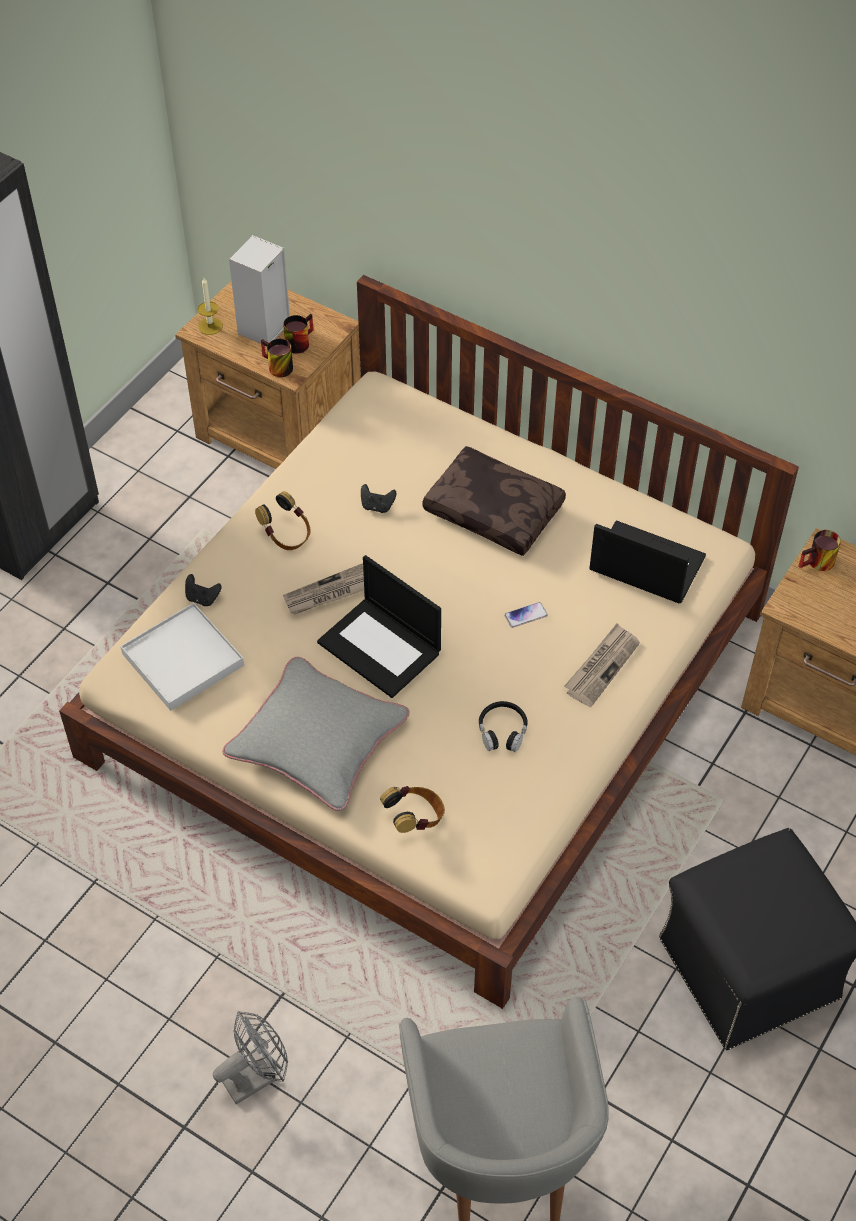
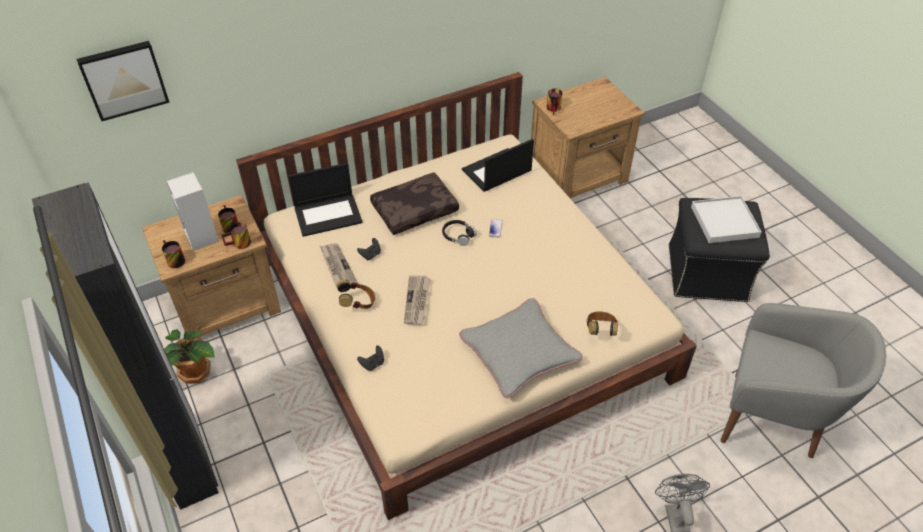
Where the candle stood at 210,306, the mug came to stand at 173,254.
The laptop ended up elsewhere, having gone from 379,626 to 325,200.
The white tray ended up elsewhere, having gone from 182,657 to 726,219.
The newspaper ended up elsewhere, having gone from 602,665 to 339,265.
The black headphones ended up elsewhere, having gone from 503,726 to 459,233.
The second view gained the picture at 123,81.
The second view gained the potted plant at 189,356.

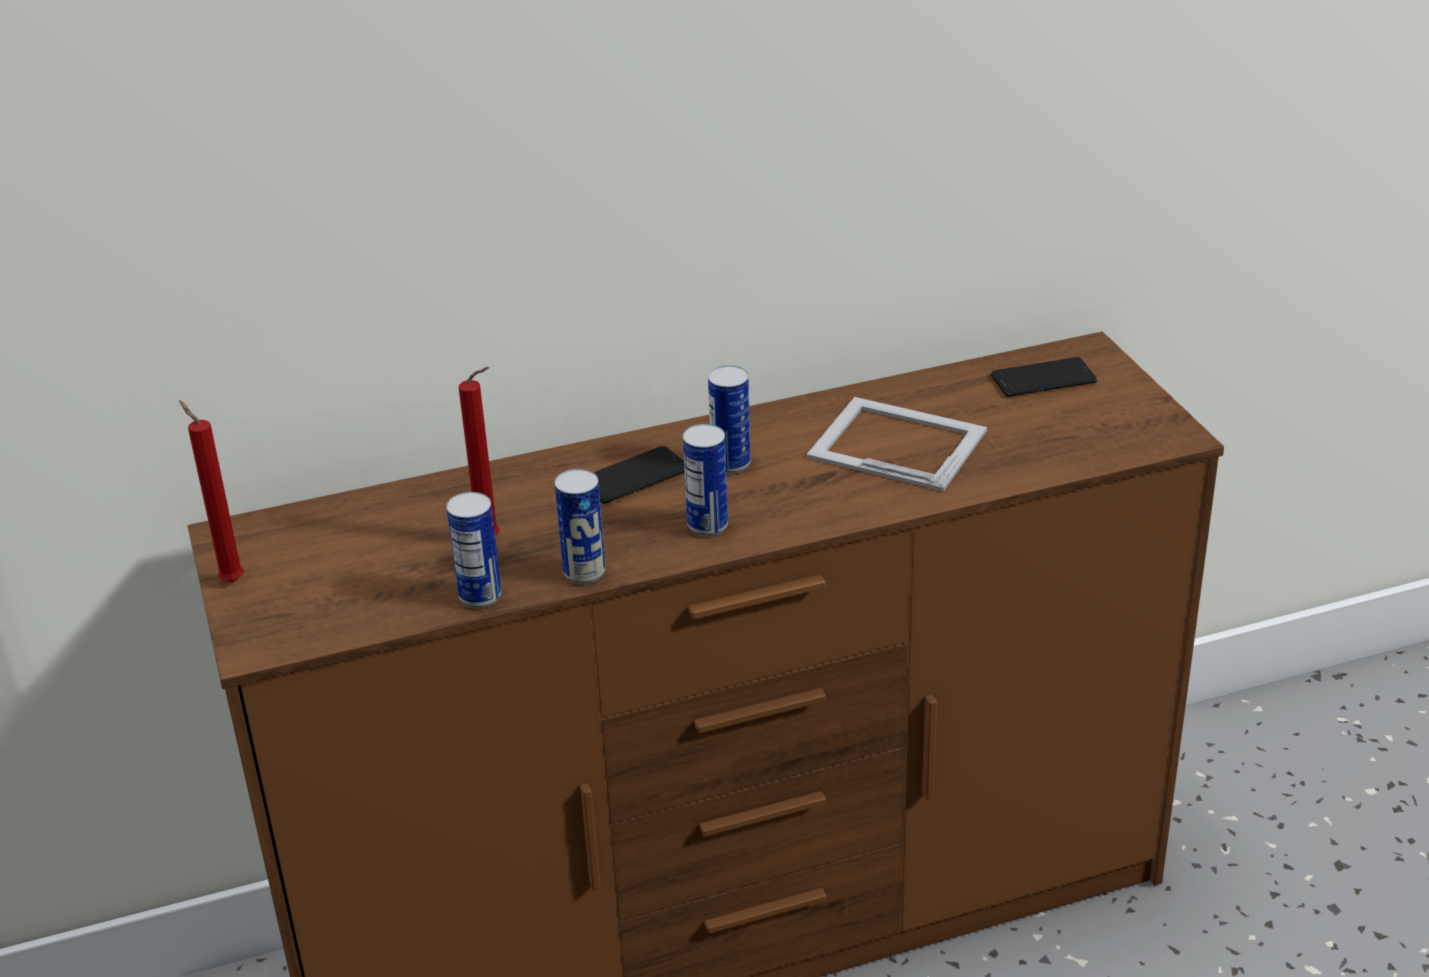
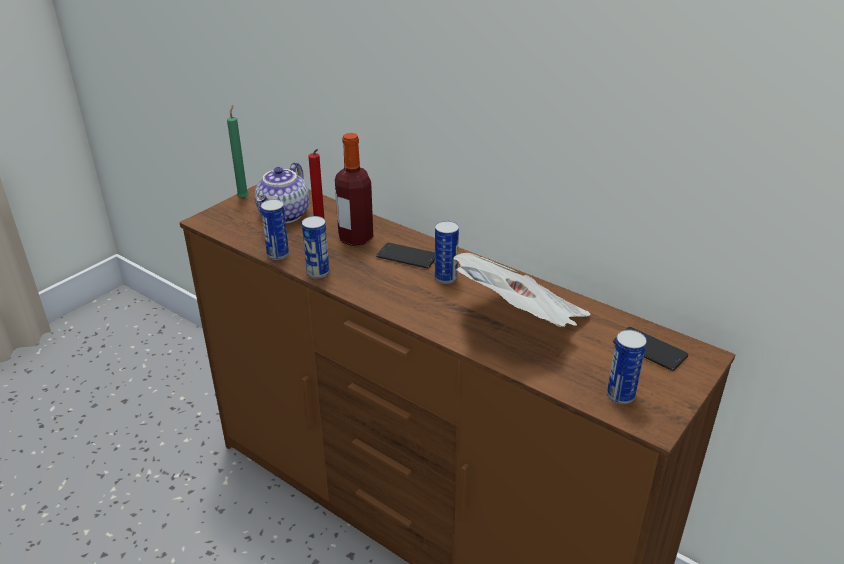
Where the picture frame stood at 896,444, the newspaper came to stand at 522,290.
What was the red candle at 211,491 turned into the green candle at 238,152.
The can ended up elsewhere, having gone from 705,480 to 627,367.
The second view gained the bottle at 354,189.
The second view gained the teapot at 282,192.

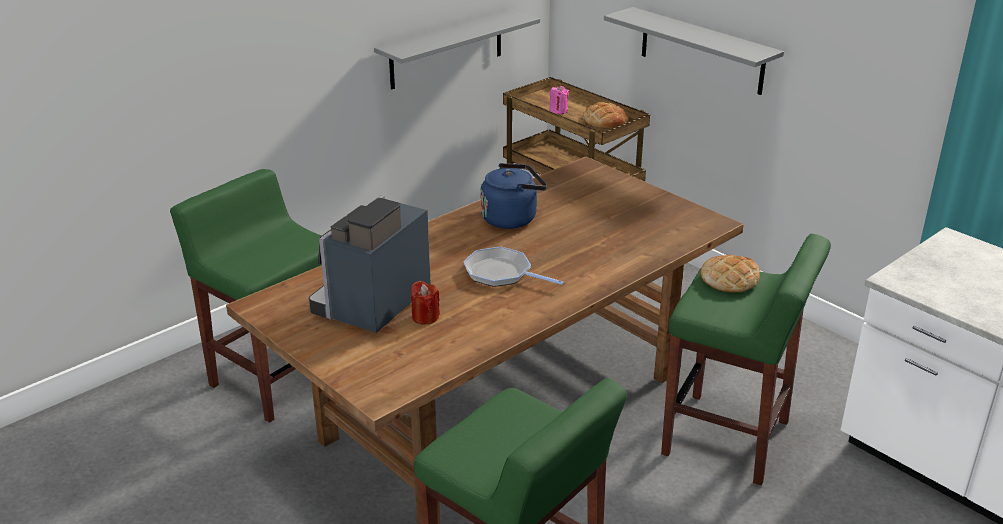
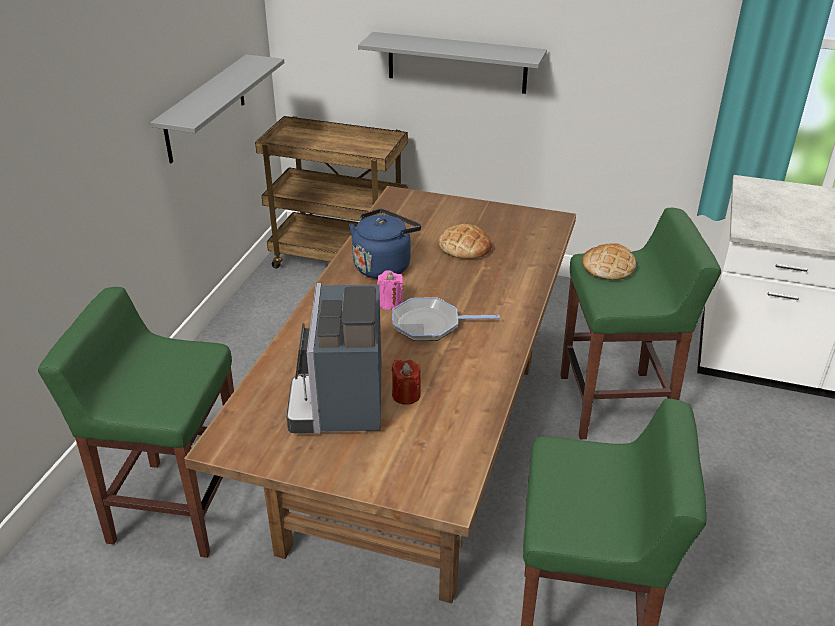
The pink candle ended up elsewhere, having gone from 559,100 to 390,290.
The bread ended up elsewhere, having gone from 605,115 to 465,241.

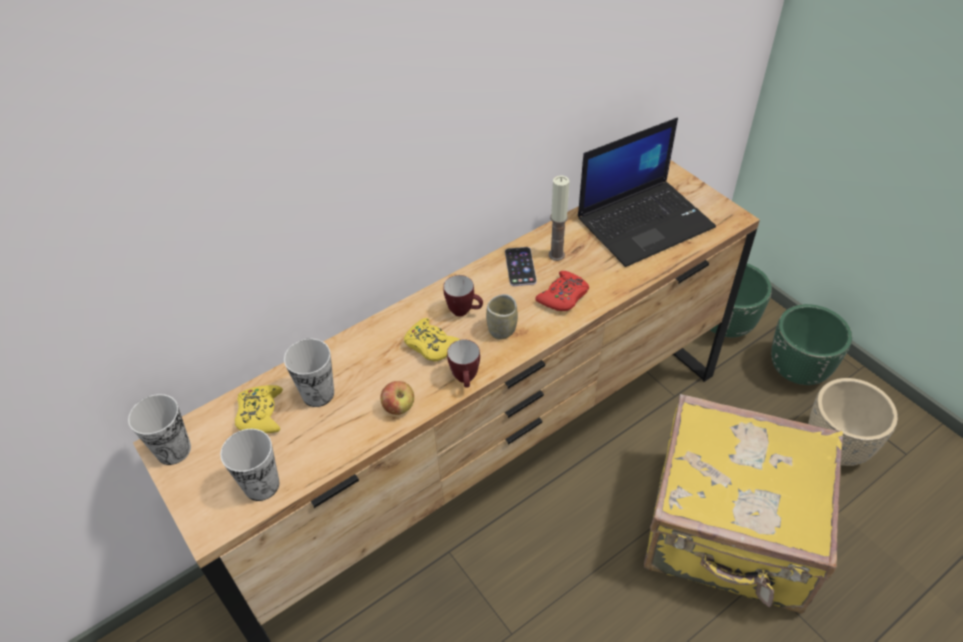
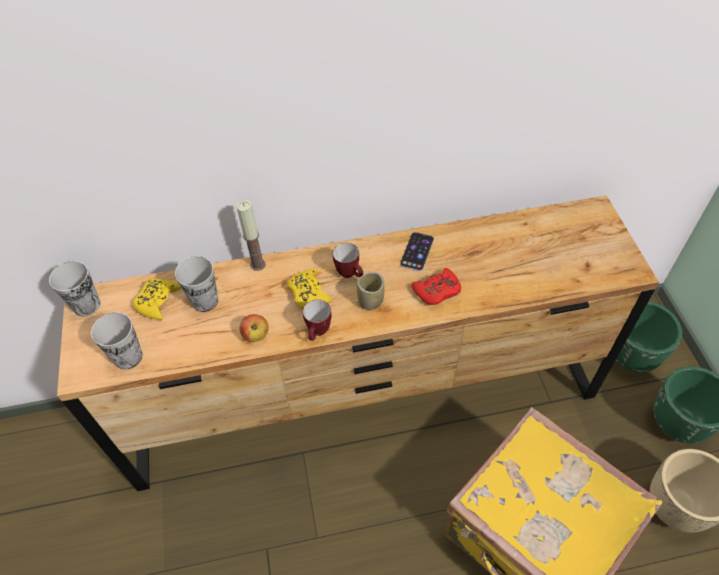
The second view lost the laptop at 647,192.
The candle ended up elsewhere, having gone from 559,218 to 250,235.

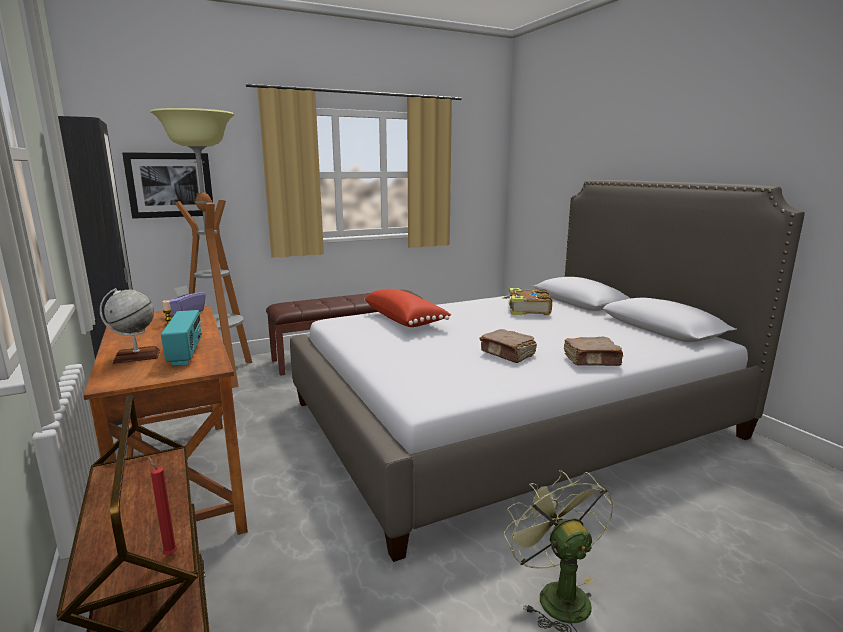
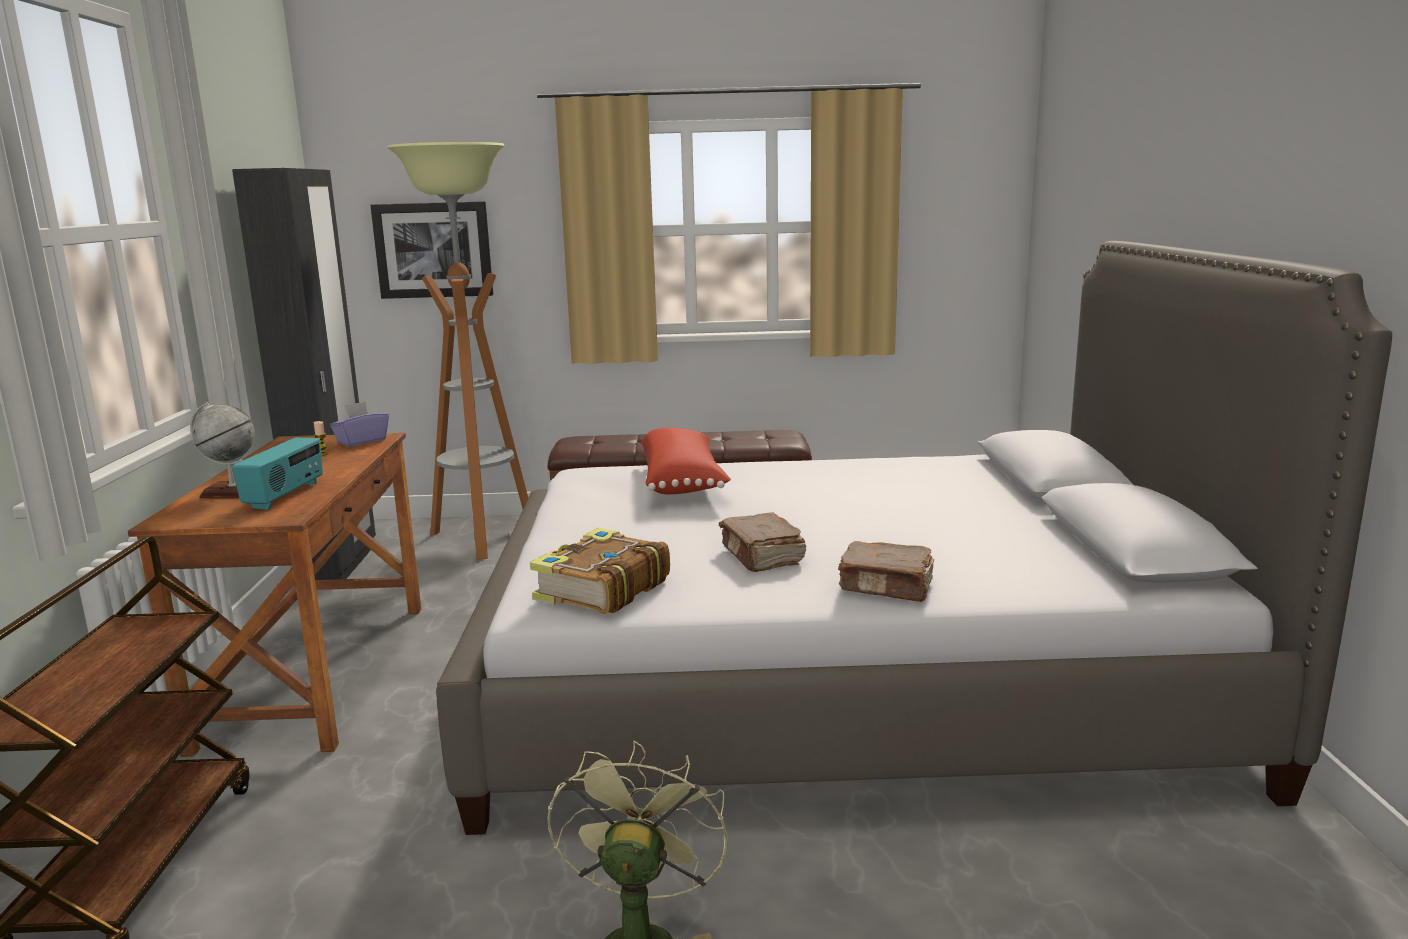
The book ended up elsewhere, having gone from 527,301 to 600,571.
The second view lost the red candle at 162,506.

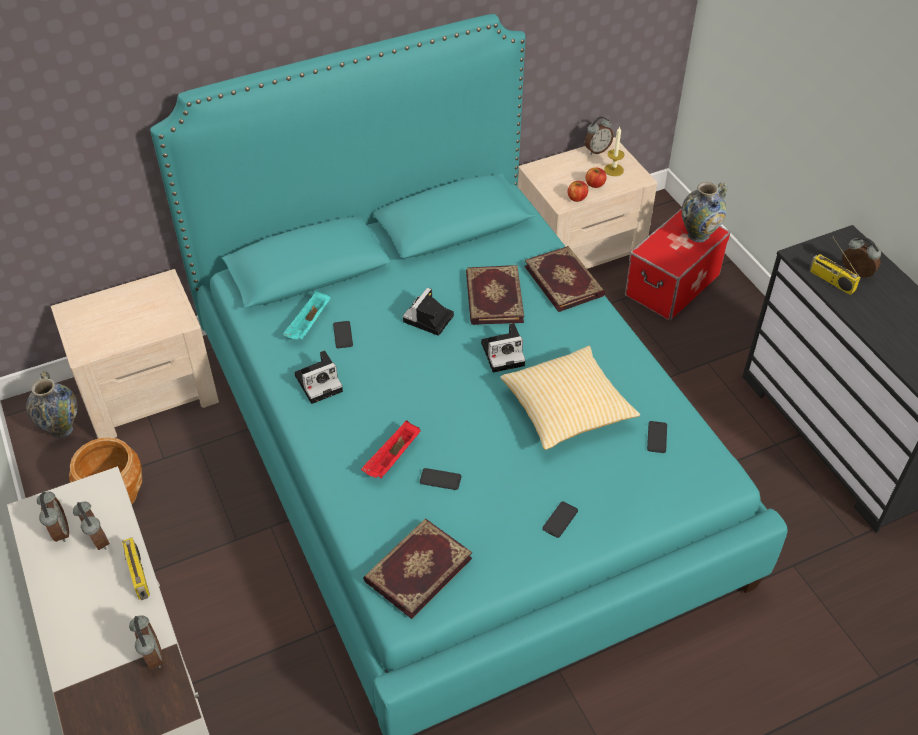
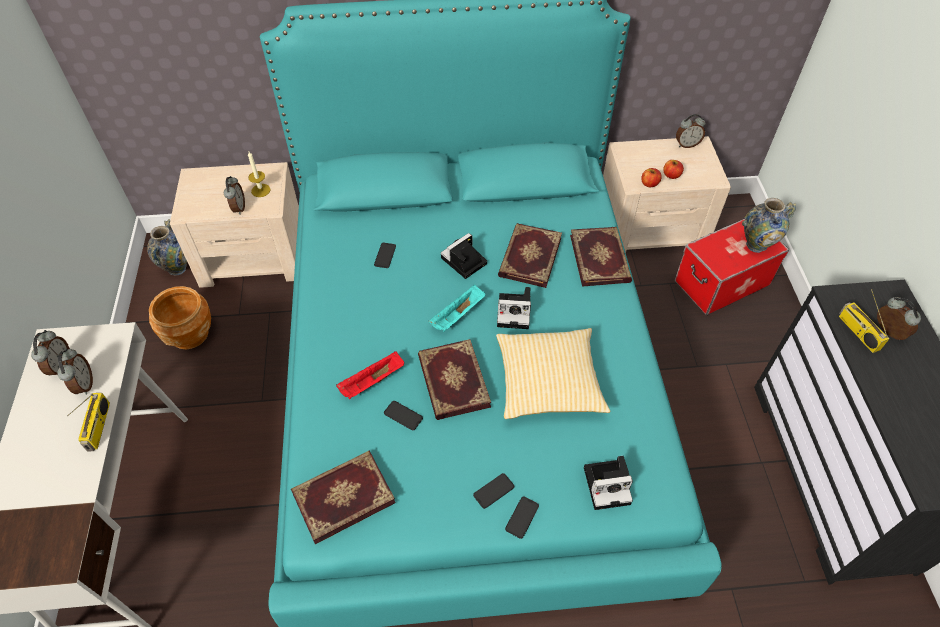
The candle ended up elsewhere, having gone from 614,151 to 259,174.
The turquoise tray ended up elsewhere, having gone from 307,315 to 456,308.
The photo camera ended up elsewhere, having gone from 318,377 to 608,483.
The phone ended up elsewhere, having gone from 657,437 to 522,518.
The alarm clock ended up elsewhere, having gone from 146,642 to 234,195.
The second view gained the book at 454,379.

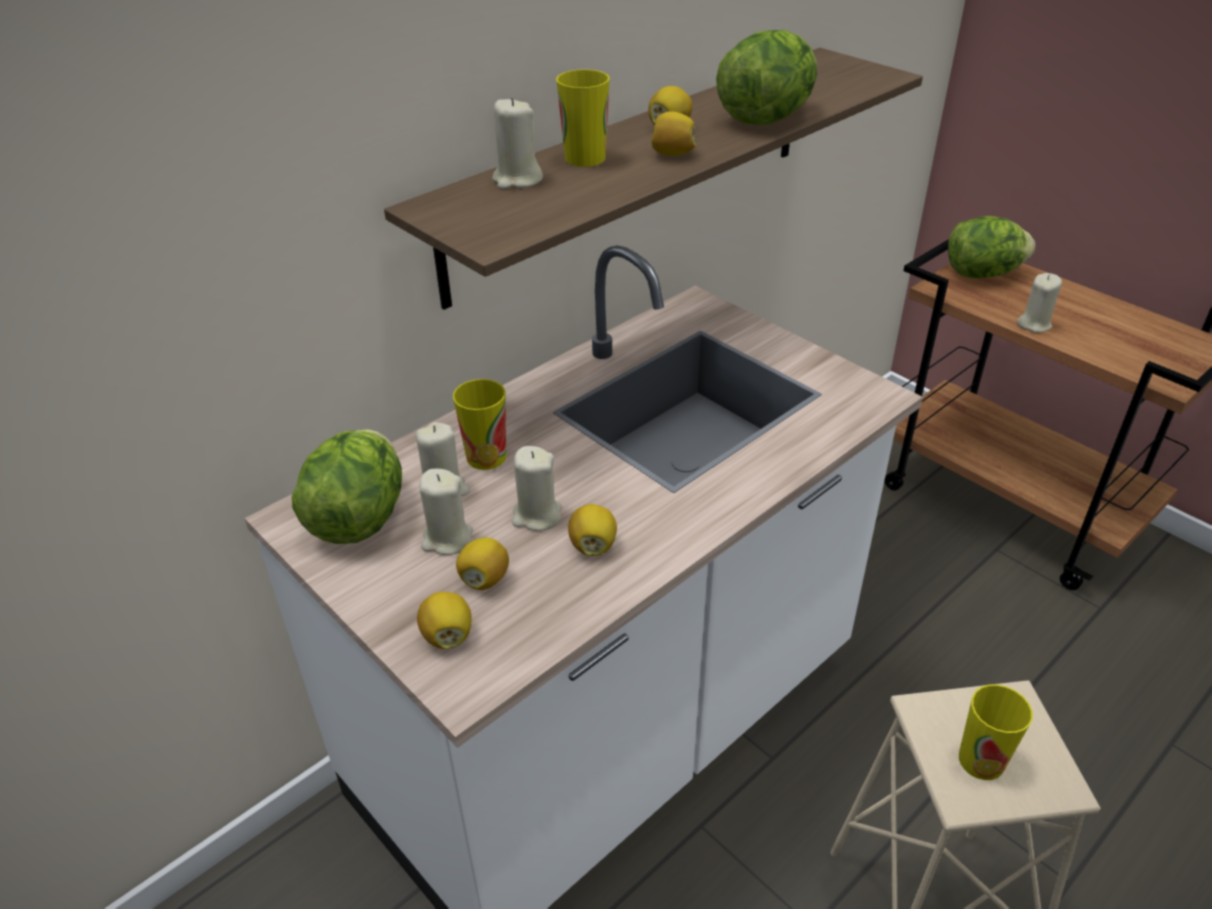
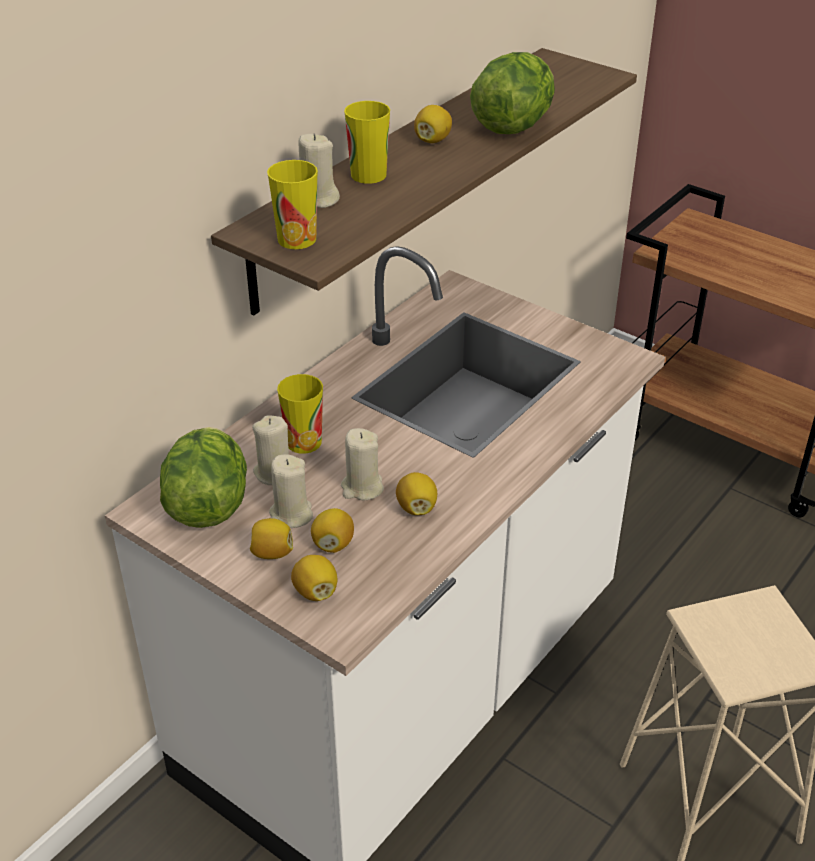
The lemon ended up elsewhere, having gone from 674,133 to 271,538.
The second view lost the lettuce at 991,247.
The second view lost the beige candle at 1039,303.
The cup ended up elsewhere, having gone from 996,732 to 292,204.

